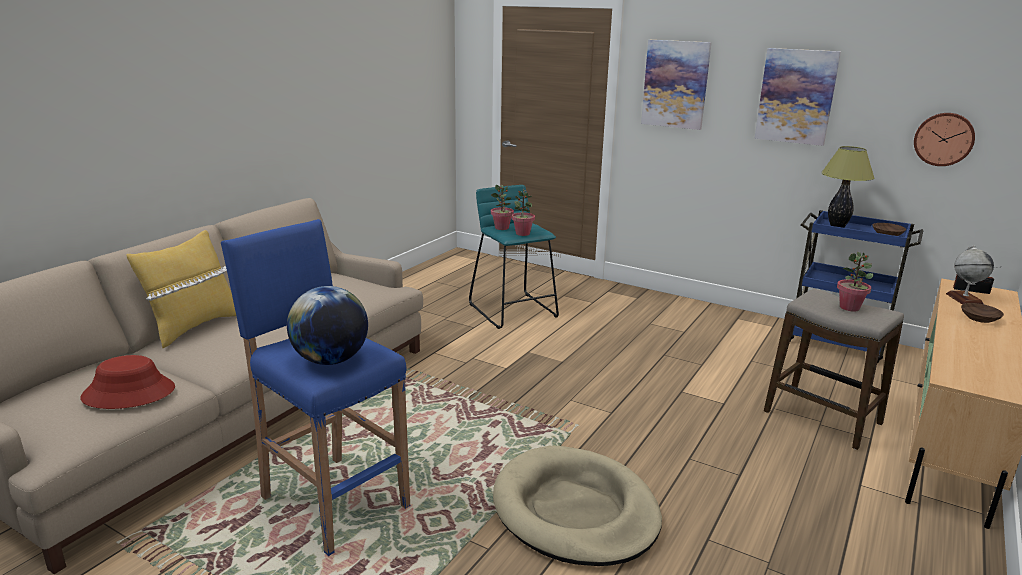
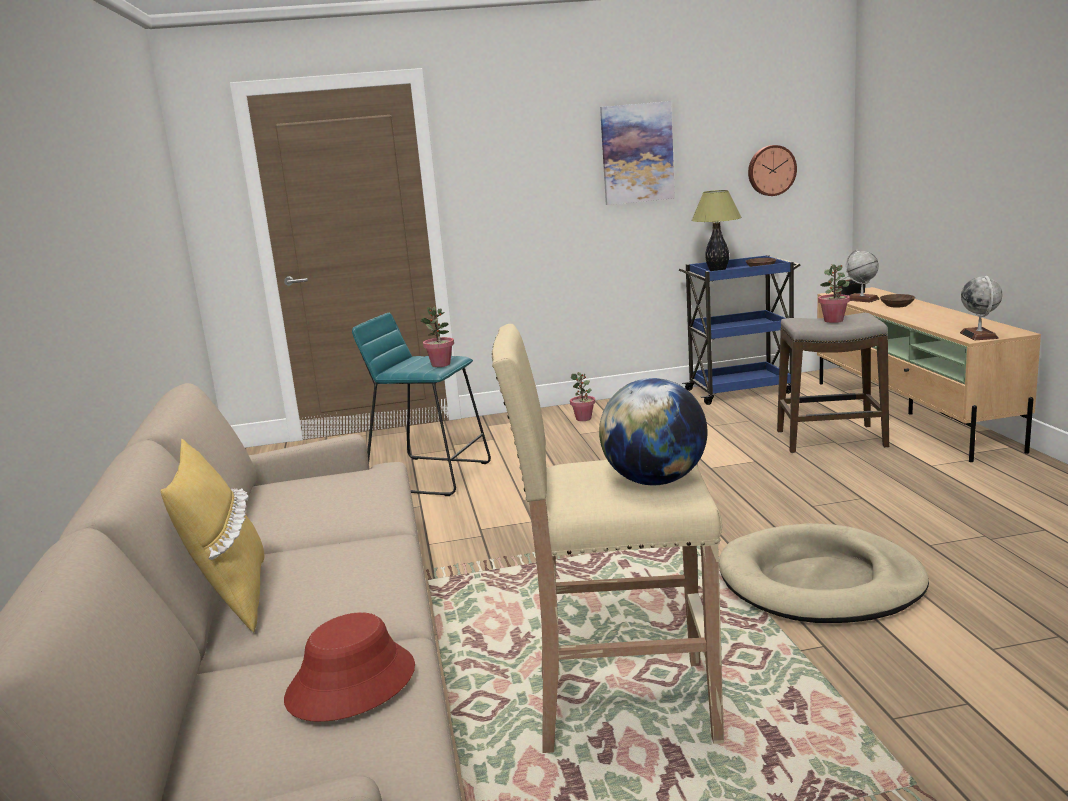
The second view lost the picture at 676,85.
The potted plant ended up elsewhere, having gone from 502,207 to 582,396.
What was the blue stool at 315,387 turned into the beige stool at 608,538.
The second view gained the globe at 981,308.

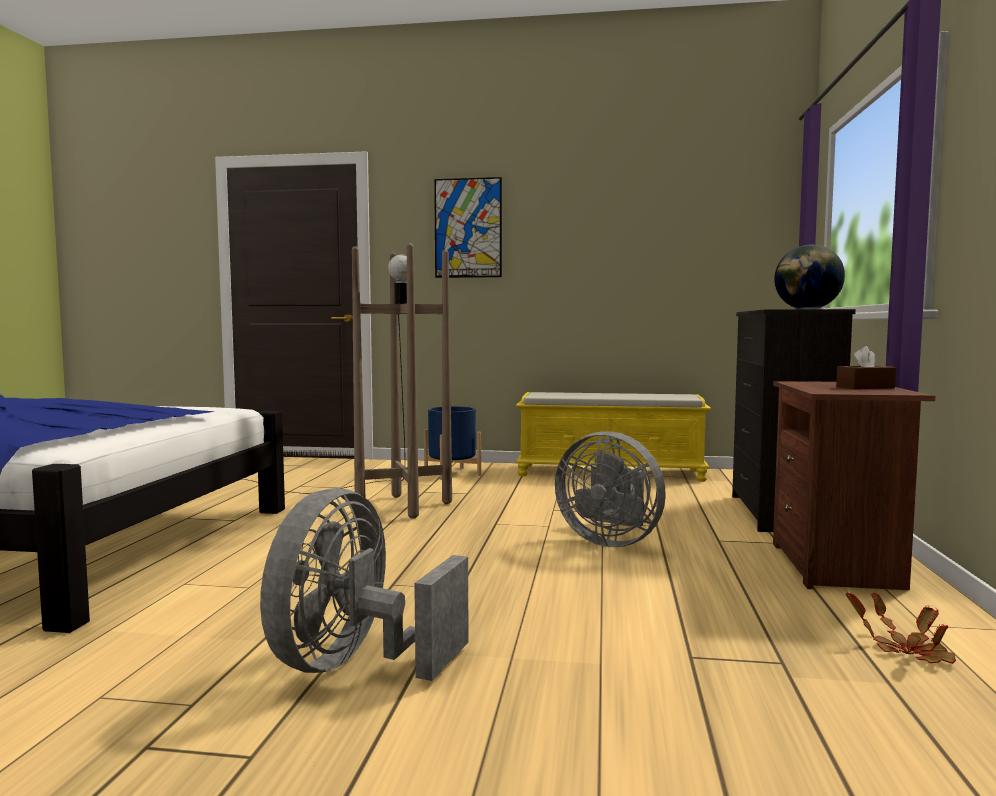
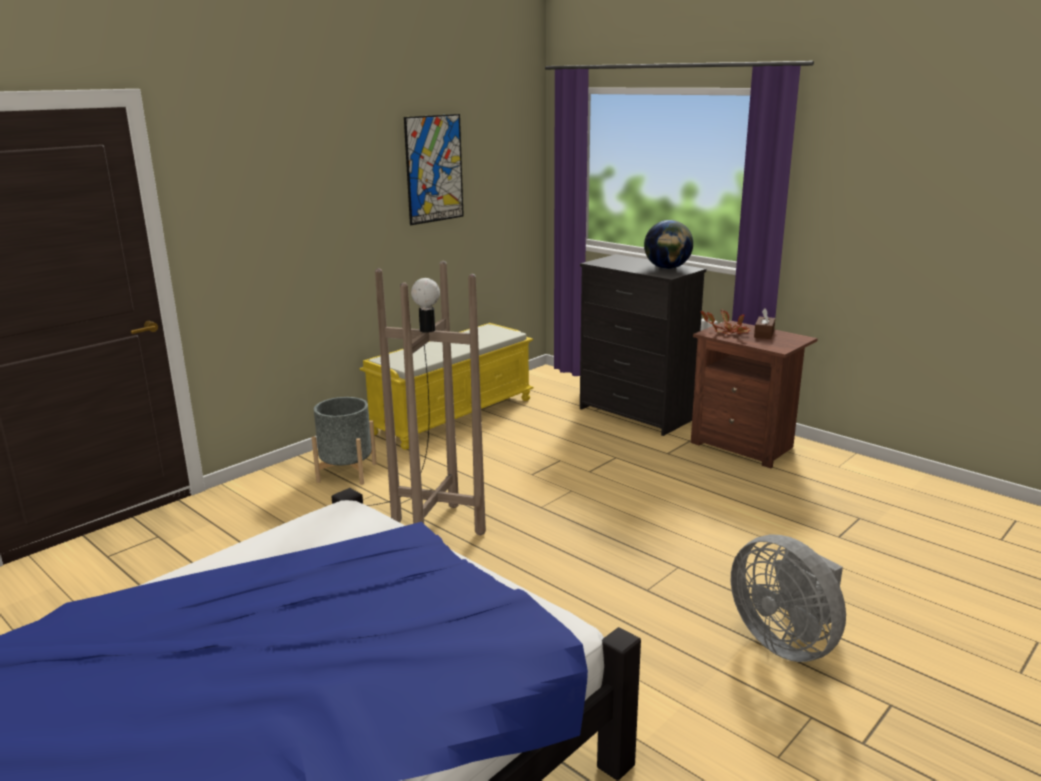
The picture ended up elsewhere, having gone from 468,227 to 434,169.
What was the blue planter at 452,443 turned into the grey planter at 344,441.
The second view lost the grey fan at 610,489.
The potted plant ended up elsewhere, having gone from 900,628 to 726,323.

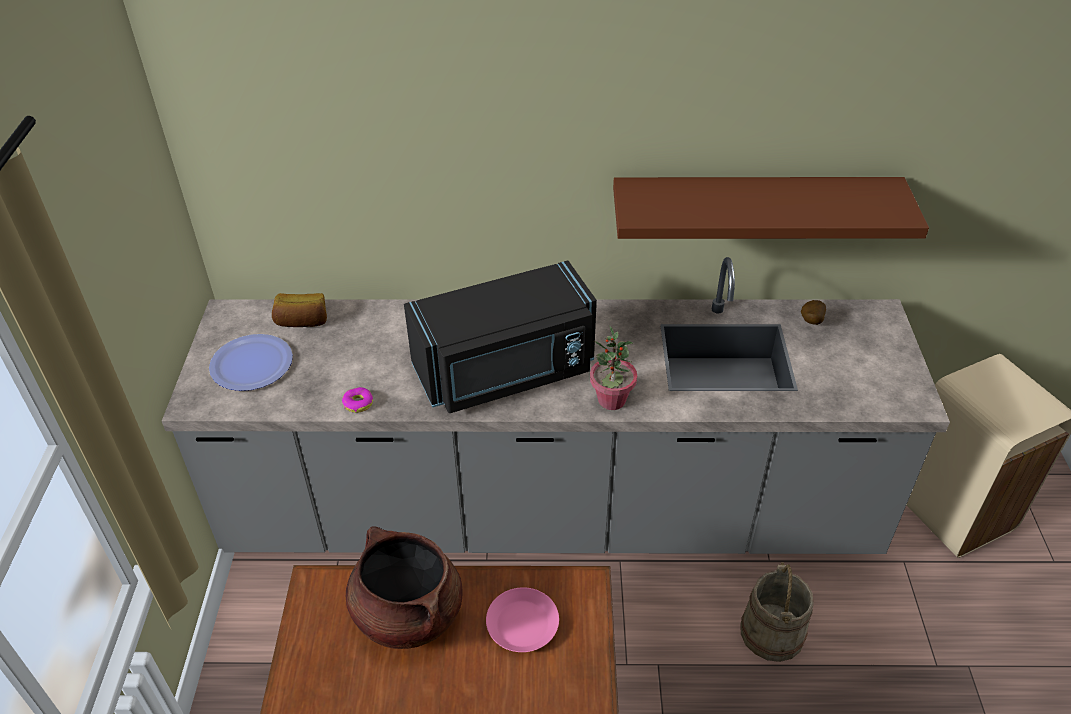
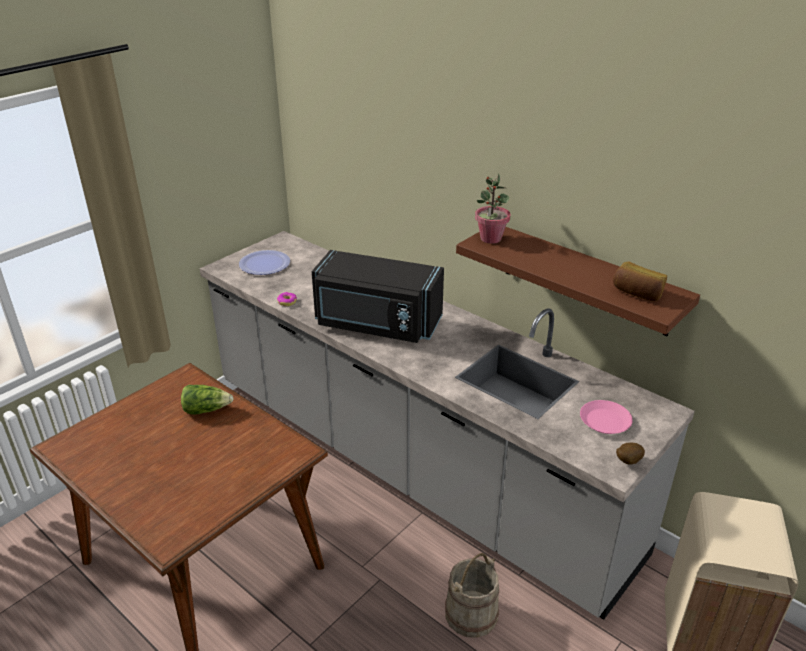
The bread ended up elsewhere, having gone from 299,310 to 640,281.
The potato ended up elsewhere, having gone from 813,312 to 630,453.
The potted plant ended up elsewhere, having gone from 613,368 to 493,208.
Where the brown cooking pot stood at 404,588, the lettuce came to stand at 207,400.
The pink plate ended up elsewhere, having gone from 522,619 to 606,417.

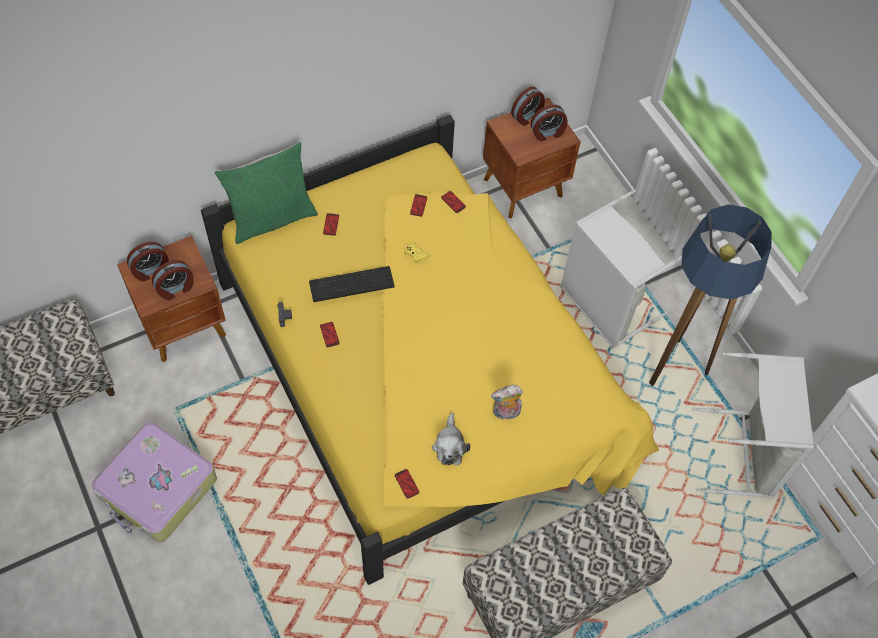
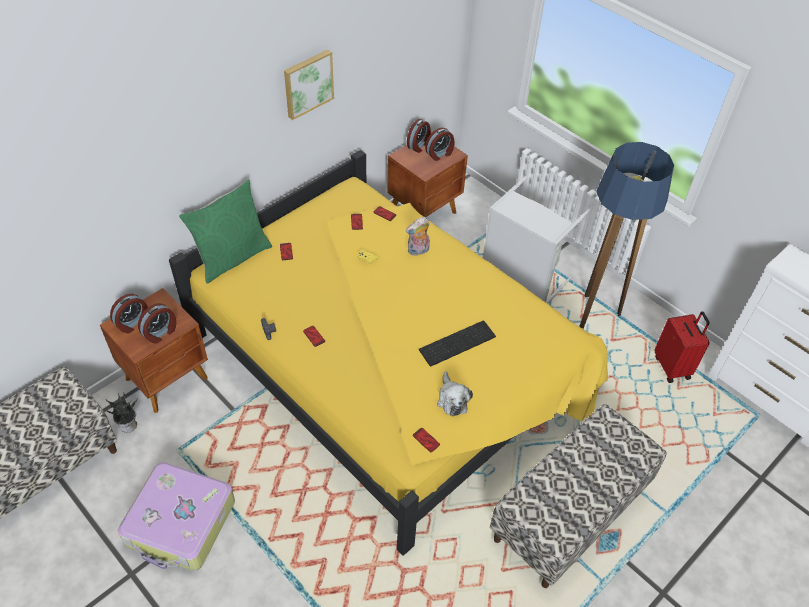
The keyboard ended up elsewhere, having gone from 352,284 to 457,343.
Where the grey laundry basket stood at 753,425, the red suitcase came to stand at 681,347.
The plush toy ended up elsewhere, having gone from 507,402 to 418,236.
The second view gained the picture at 309,84.
The second view gained the potted plant at 122,412.

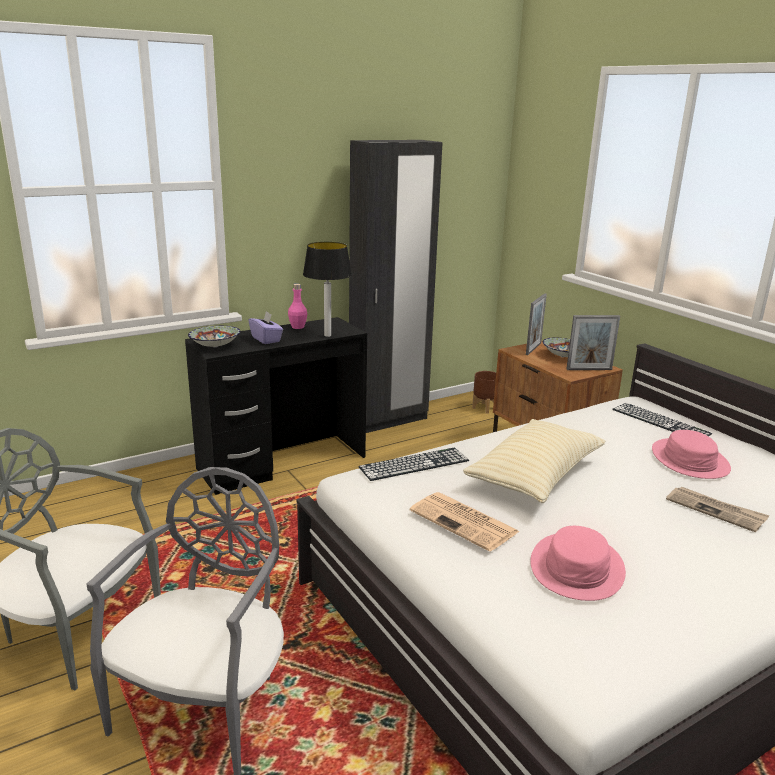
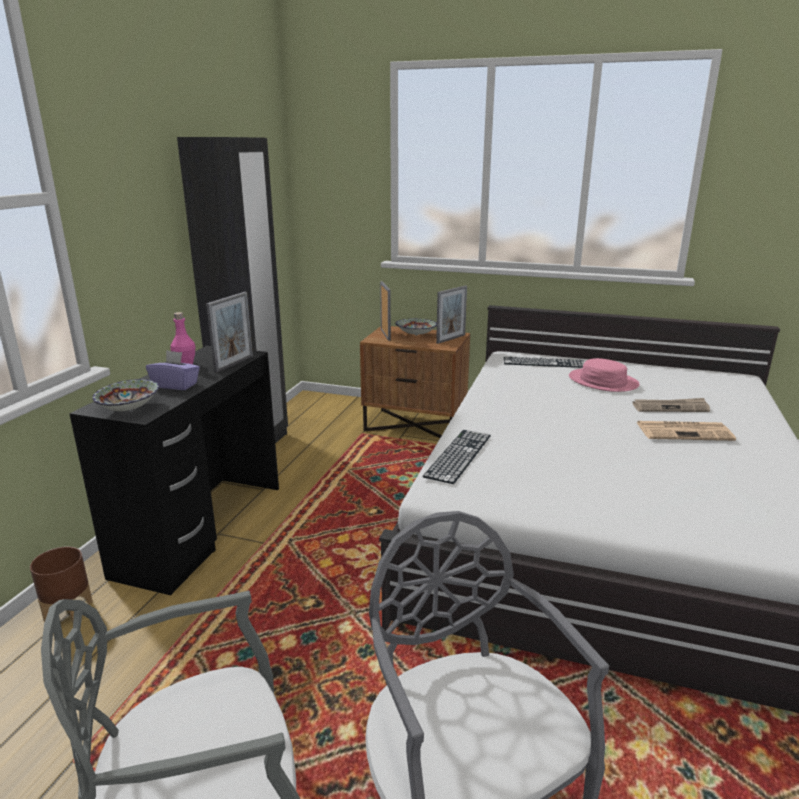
Where the table lamp stood at 327,289, the picture frame came to stand at 229,332.
The brown planter ended up elsewhere, having gone from 484,392 to 61,584.
The second view lost the beige pillow at 534,461.
The newspaper ended up elsewhere, having gone from 465,522 to 686,431.
The second view lost the pink hat at 578,563.

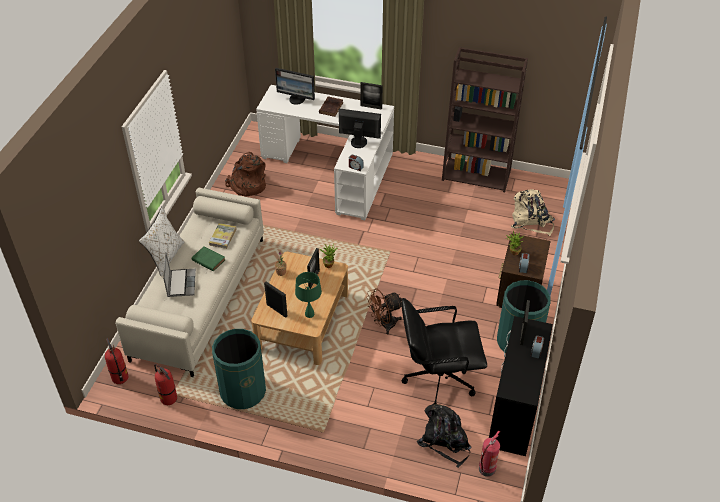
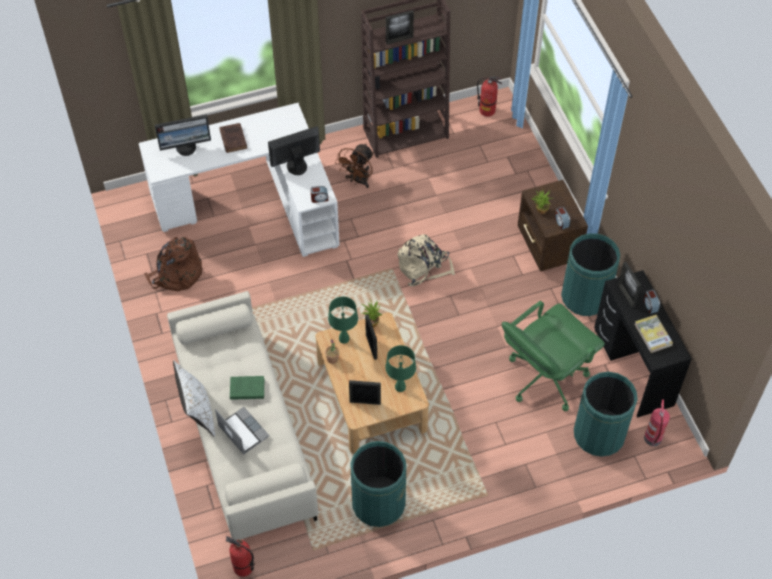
The picture frame ended up elsewhere, having gone from 371,96 to 400,27.
The beige backpack ended up elsewhere, having gone from 533,212 to 426,260.
The book ended up elsewhere, having gone from 223,236 to 653,334.
The brown fan ended up elsewhere, having gone from 384,311 to 354,166.
What was the black office chair at 444,351 turned into the green office chair at 553,356.
The fire extinguisher ended up elsewhere, having gone from 165,384 to 489,97.
Where the black backpack stood at 444,436, the green trash can came to stand at 606,414.
The second view gained the green table lamp at 343,320.

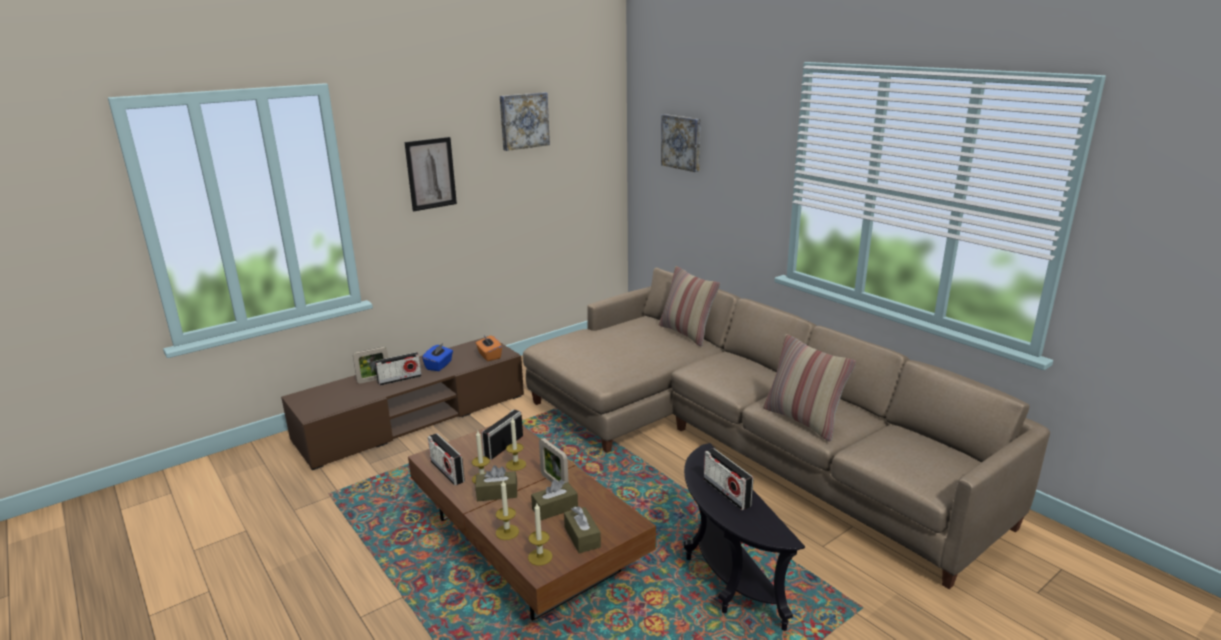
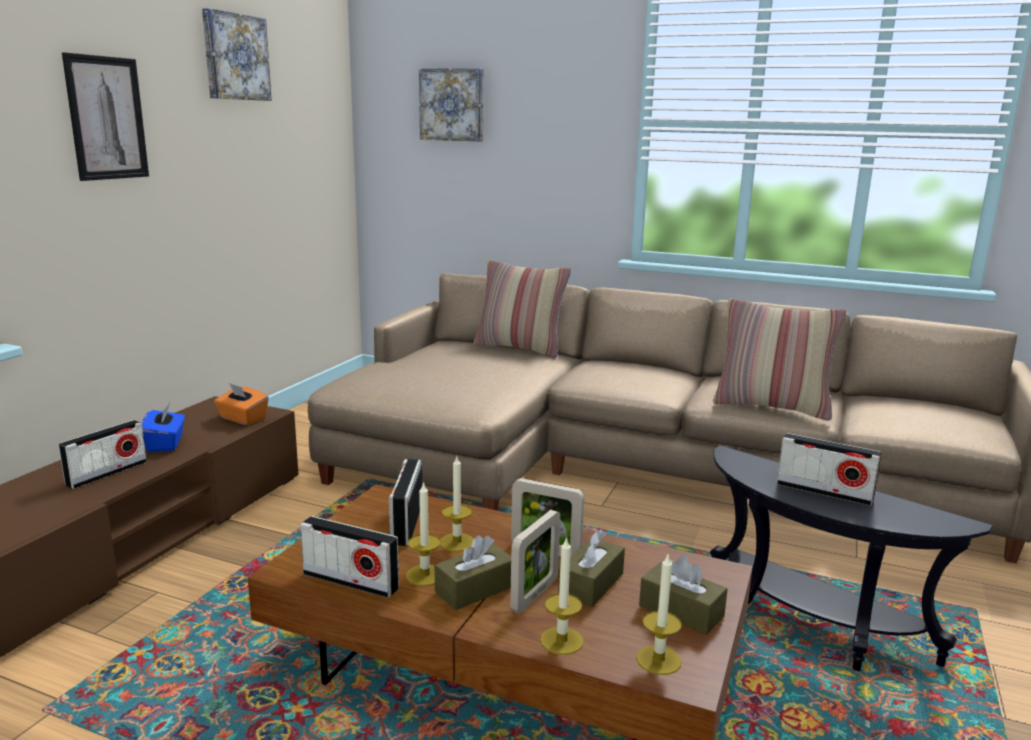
The picture frame ended up elsewhere, having gone from 370,365 to 535,562.

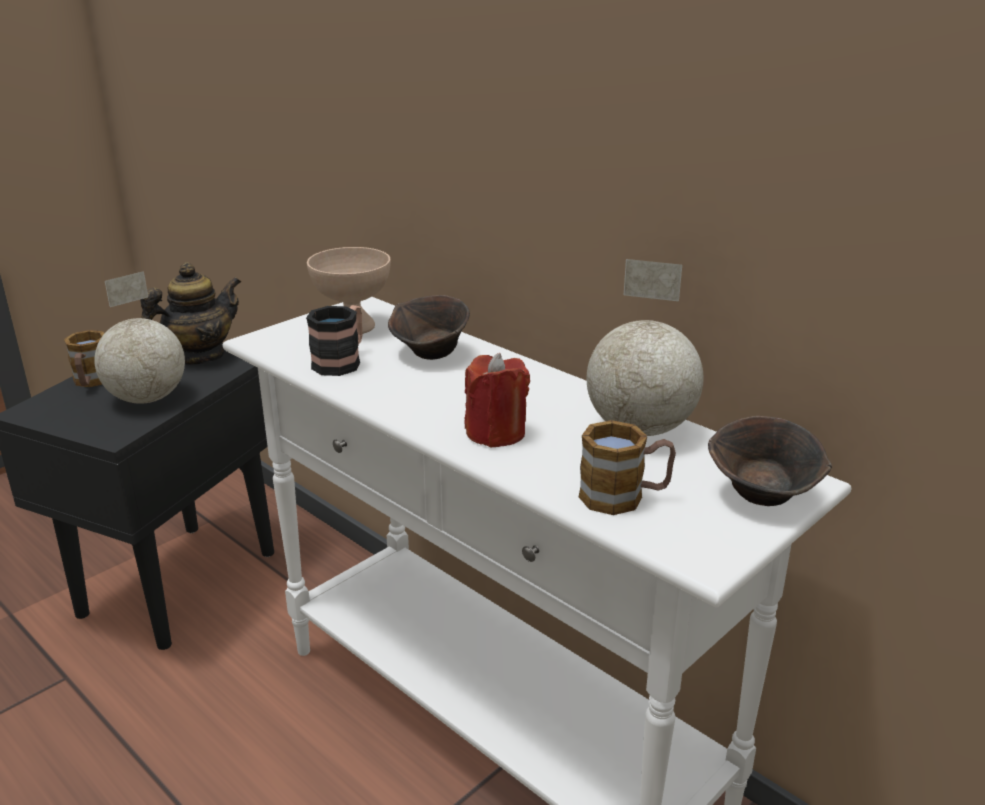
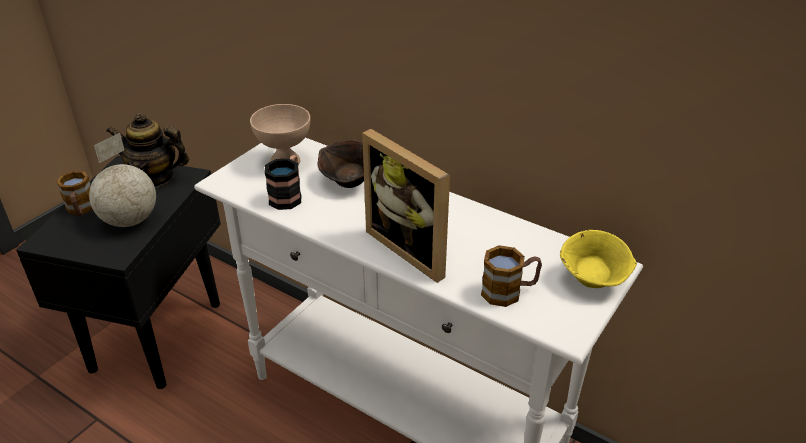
The second view lost the globe at 644,347.
The teapot at 190,313 ended up facing another way, 120 degrees counterclockwise from before.
Where the red candle stood at 497,400, the picture frame came to stand at 406,206.
What was the brown bowl at 770,461 turned into the yellow bowl at 598,259.

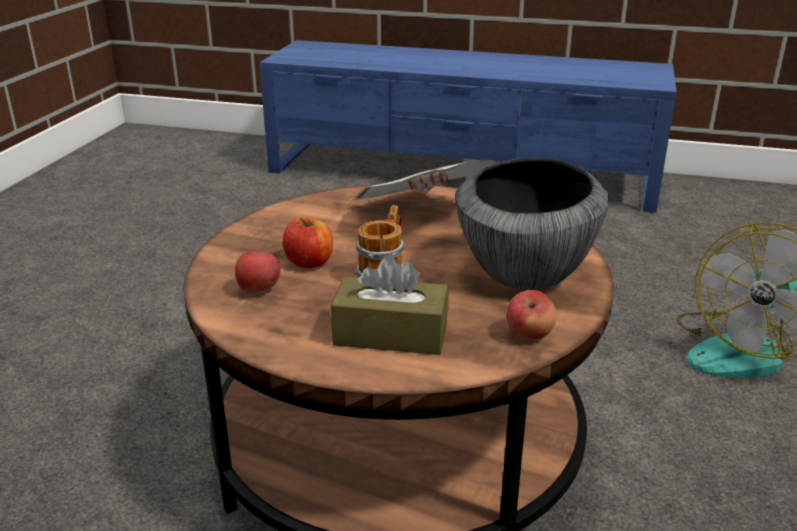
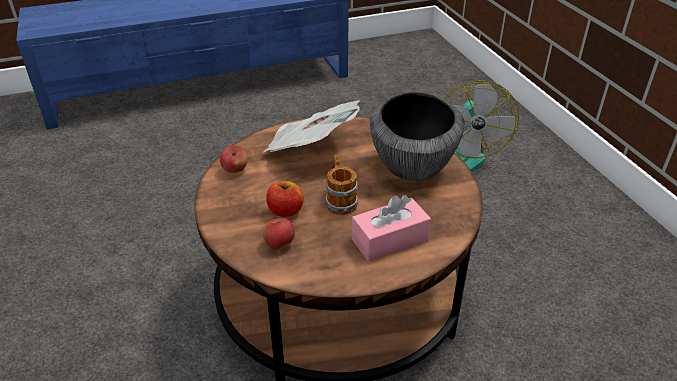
What was the brown tissue box at 390,305 turned into the pink tissue box at 391,228.
The apple ended up elsewhere, having gone from 531,315 to 234,159.

